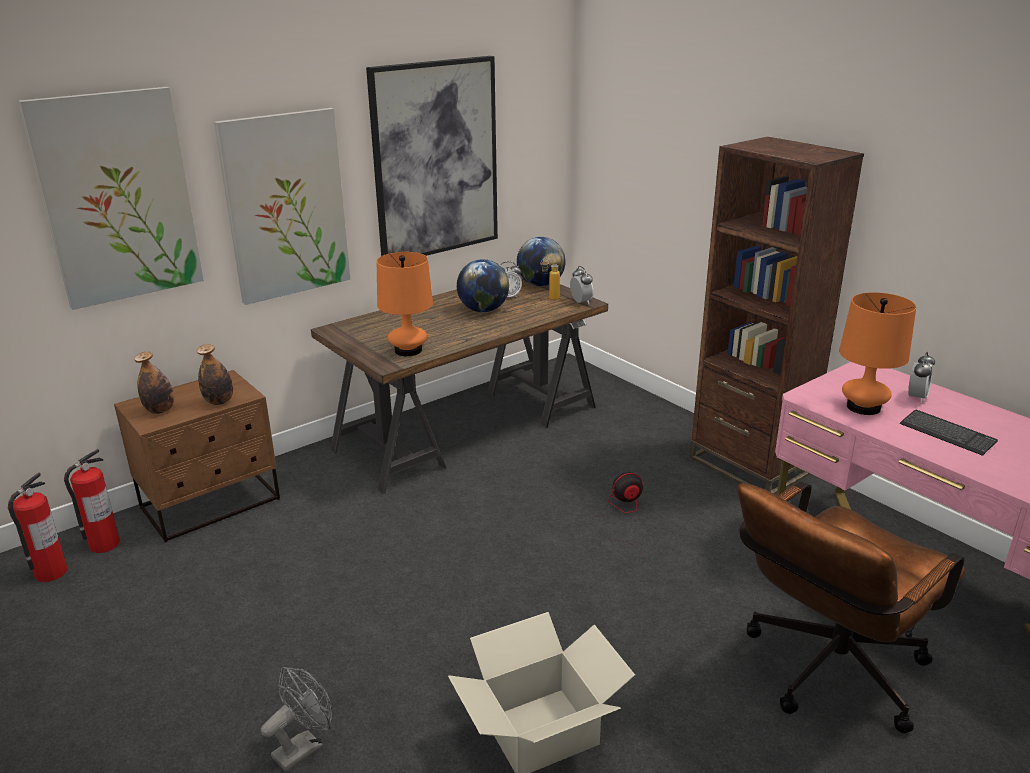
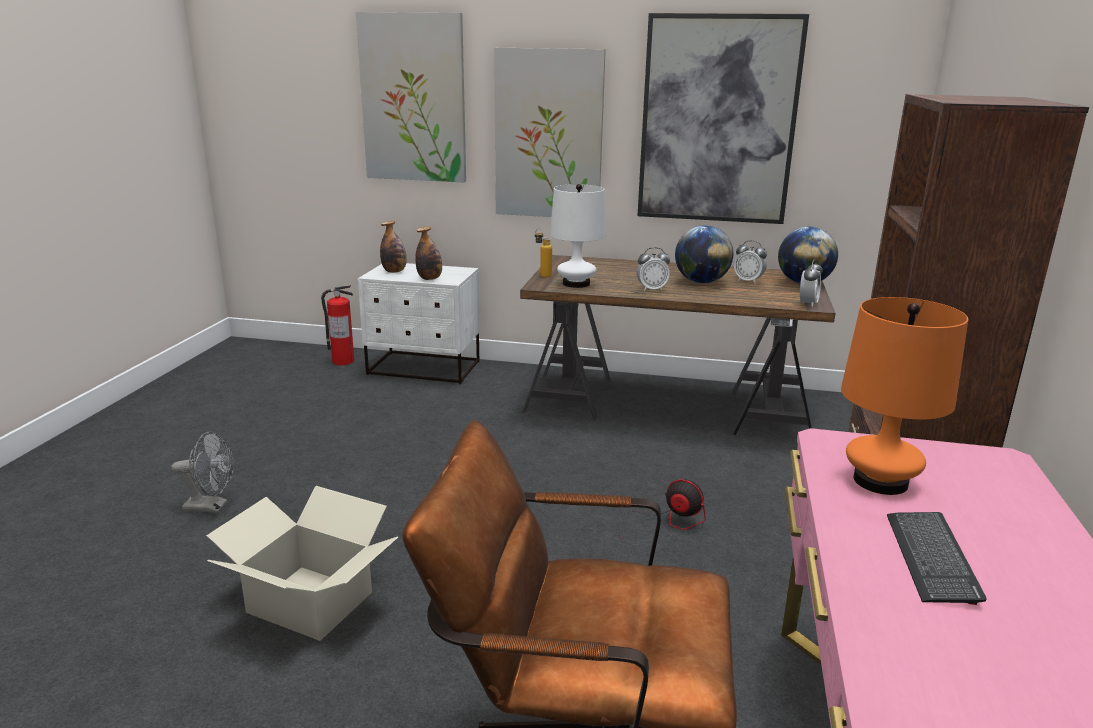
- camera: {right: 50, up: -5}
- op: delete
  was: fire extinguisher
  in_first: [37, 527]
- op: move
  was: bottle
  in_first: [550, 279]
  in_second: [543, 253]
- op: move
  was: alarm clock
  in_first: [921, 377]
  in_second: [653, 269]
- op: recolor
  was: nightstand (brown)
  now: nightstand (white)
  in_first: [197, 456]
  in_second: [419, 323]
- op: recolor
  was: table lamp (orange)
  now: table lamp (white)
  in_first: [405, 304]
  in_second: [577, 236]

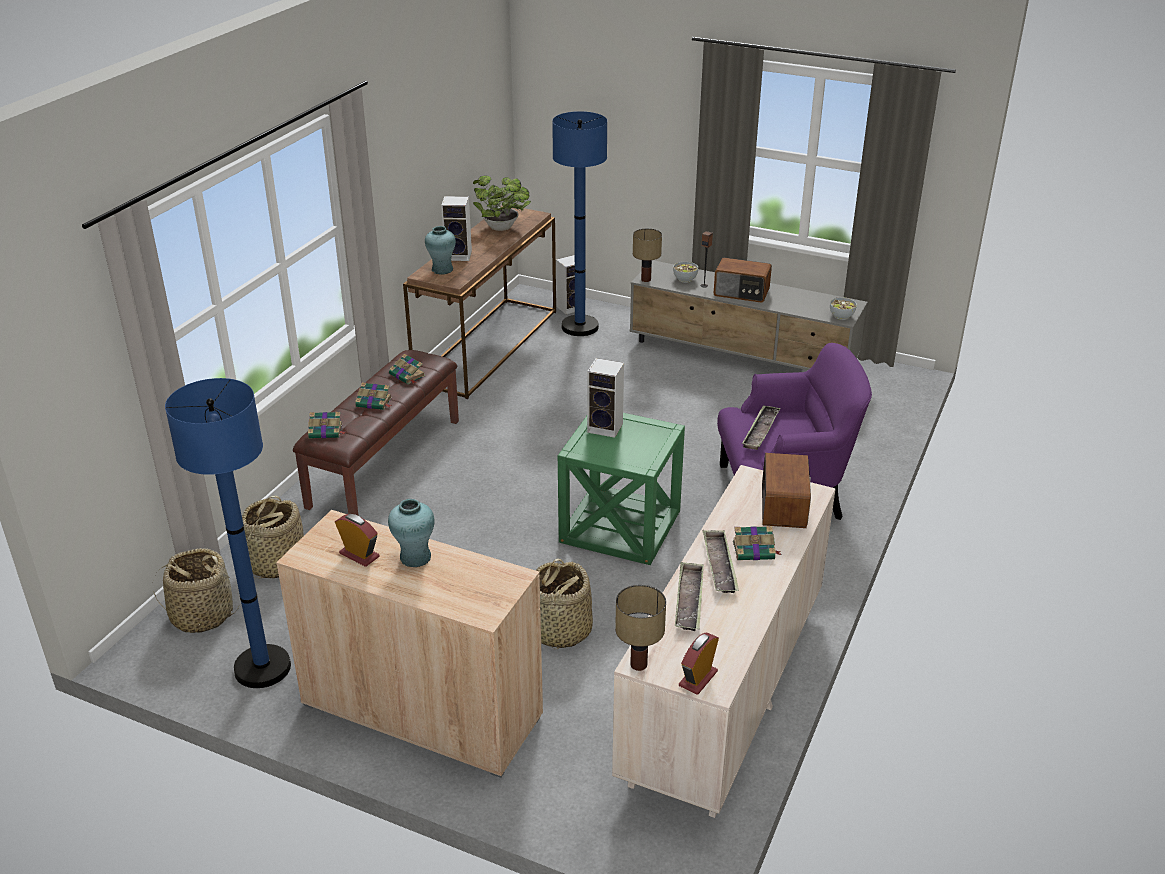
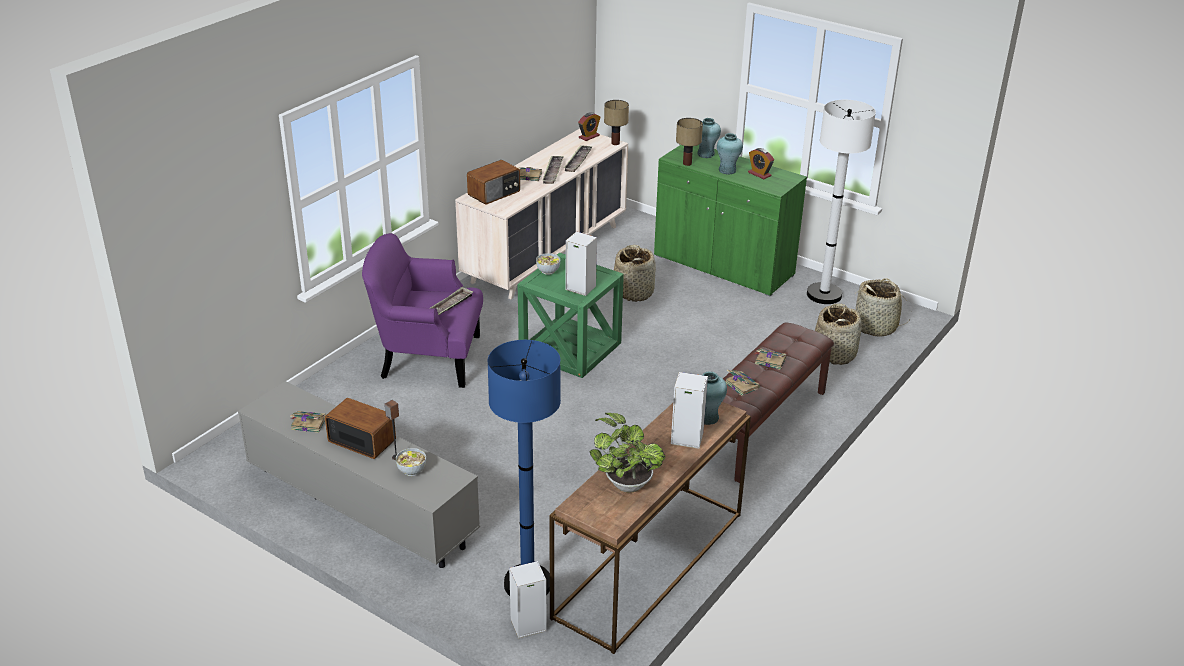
- camera: {right: -170, up: 0}
- op: insert
  now: vase (turquoise)
  in_second: [709, 138]
- op: move
  was: book
  in_first: [326, 425]
  in_second: [308, 422]
- op: move
  was: table lamp
  in_first: [647, 255]
  in_second: [689, 142]
- op: move
  was: bowl
  in_first: [843, 308]
  in_second: [548, 264]
- op: recolor
  was: floor lamp (blue)
  now: floor lamp (white)
  in_first: [228, 533]
  in_second: [841, 202]
- op: recolor
  was: cabinet (beige)
  now: cabinet (green)
  in_first: [409, 644]
  in_second: [730, 221]
- op: rotate
  was: radio
  in_first: [786, 490]
  in_second: [493, 182]
  clockwise: -150

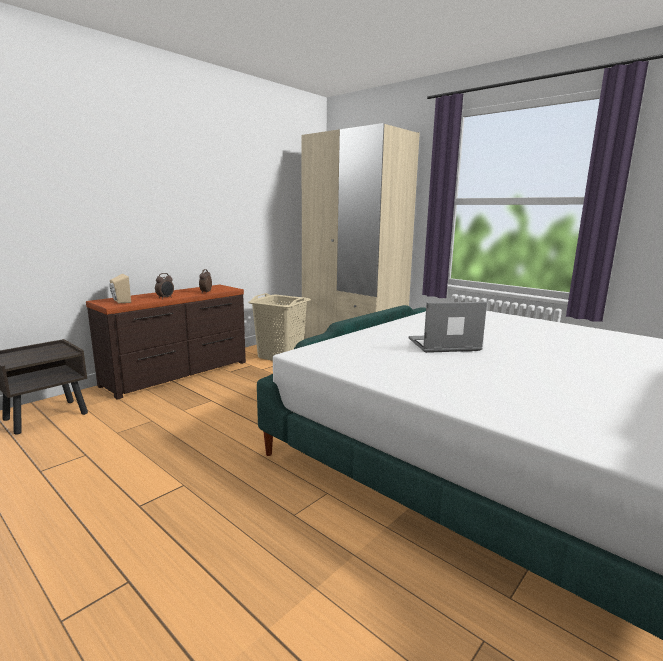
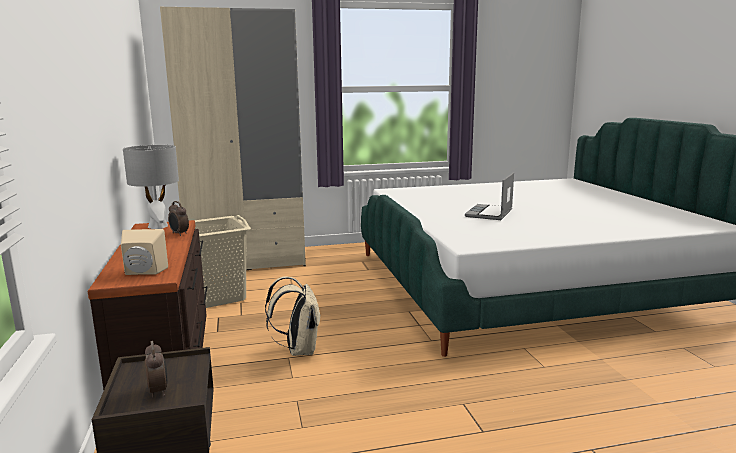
- camera: {right: -55, up: 0}
- op: insert
  now: table lamp (grey)
  in_second: [151, 187]
- op: insert
  now: backpack (beige)
  in_second: [293, 316]
- op: move
  was: alarm clock
  in_first: [164, 286]
  in_second: [156, 369]

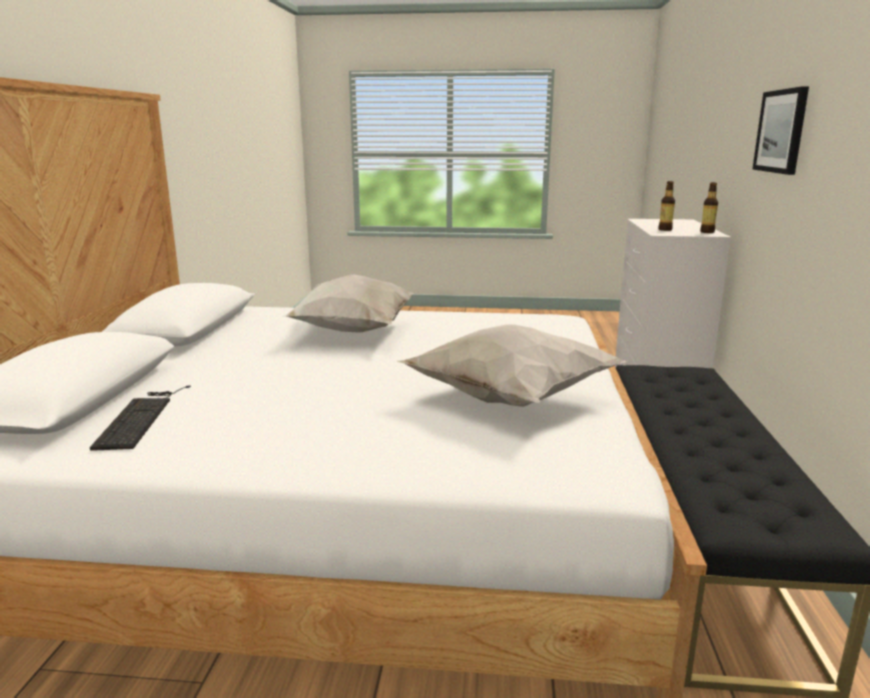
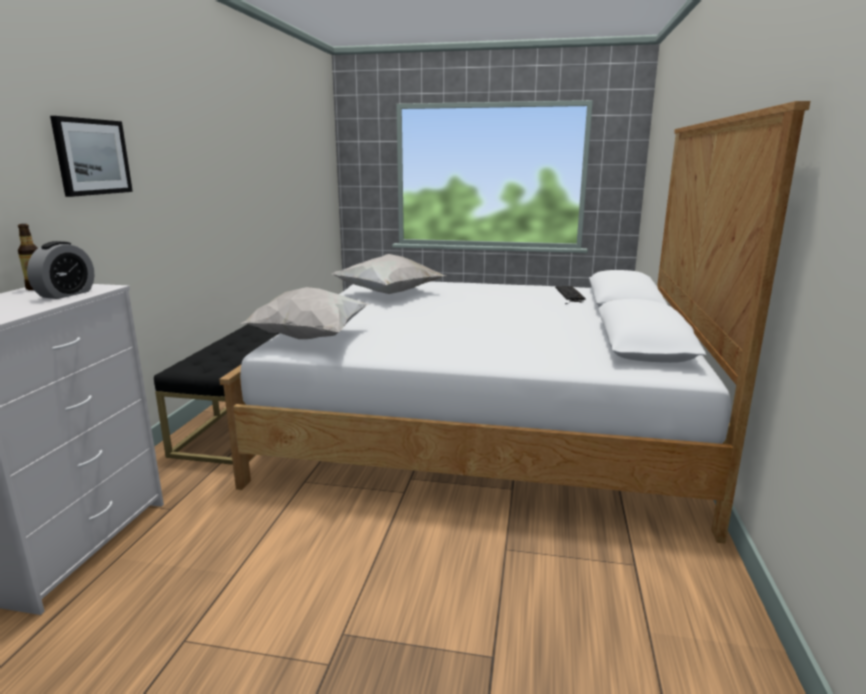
- camera: {right: -175, up: 0}
- op: move
  was: pillow (white)
  in_first: [347, 303]
  in_second: [305, 313]
- op: replace
  was: bottle
  now: alarm clock
  in_first: [666, 206]
  in_second: [60, 270]

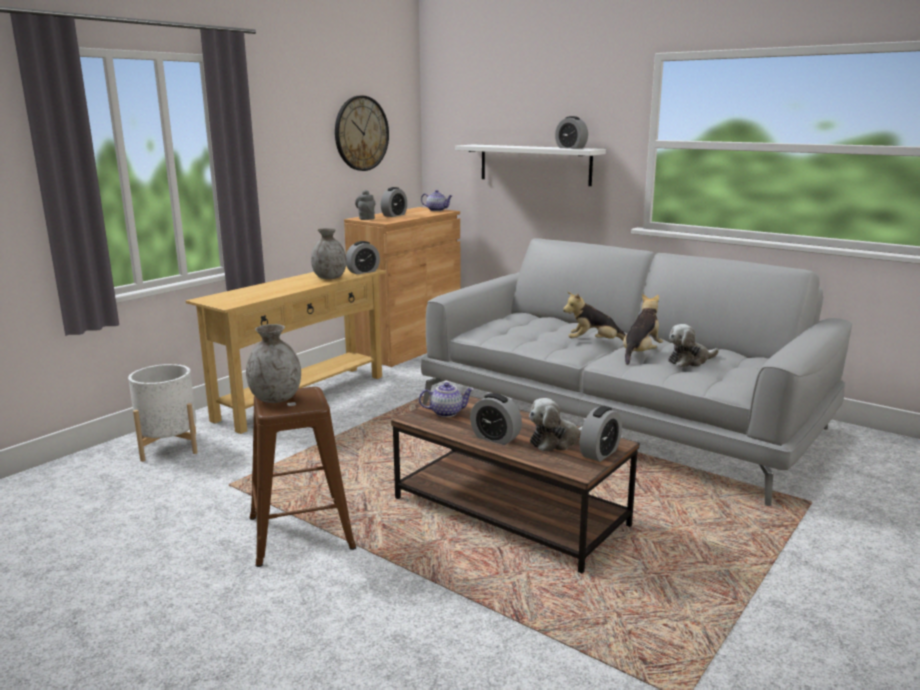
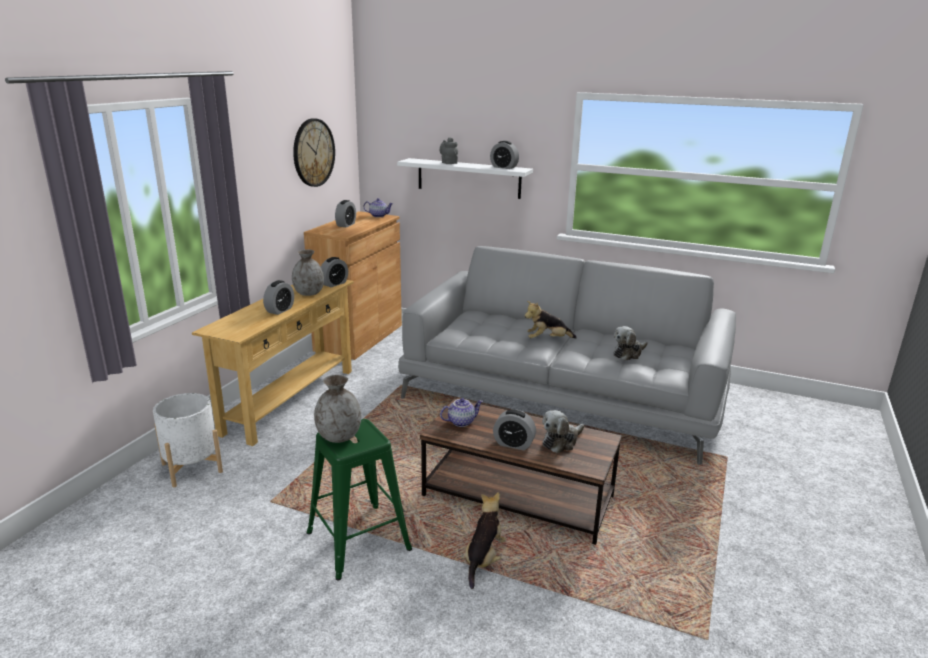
- camera: {right: -15, up: 5}
- op: move
  was: teapot (grey)
  in_first: [365, 205]
  in_second: [449, 150]
- op: move
  was: alarm clock
  in_first: [601, 434]
  in_second: [278, 297]
- op: move
  was: plush toy
  in_first: [643, 329]
  in_second: [485, 540]
- op: recolor
  was: stool (brown)
  now: stool (green)
  in_first: [303, 477]
  in_second: [359, 499]

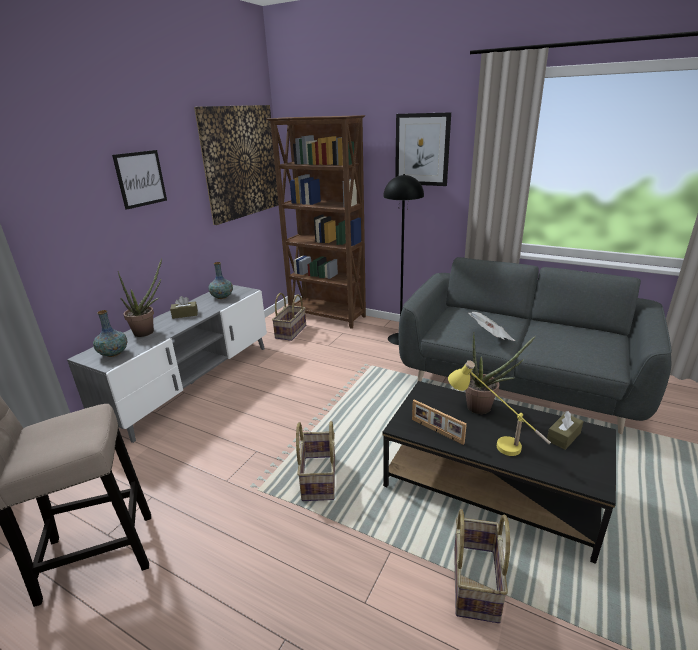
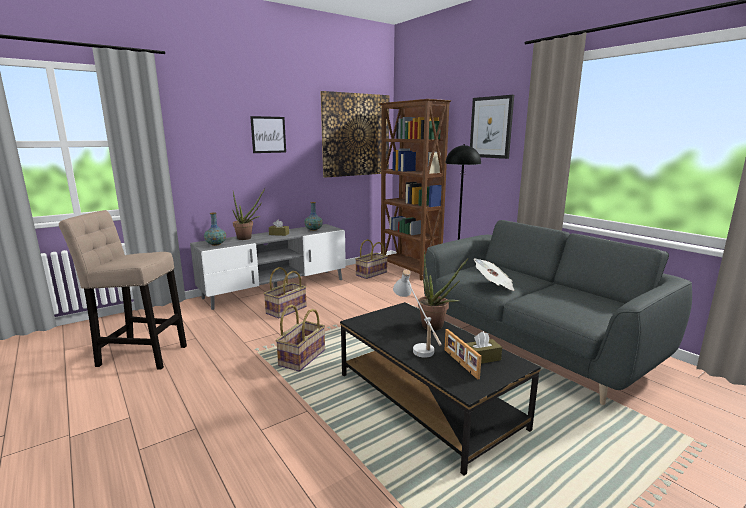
- camera: {right: 25, up: -10}
- op: move
  was: picture frame
  in_first: [439, 422]
  in_second: [463, 354]
- op: move
  was: basket
  in_first: [482, 566]
  in_second: [285, 293]
- op: recolor
  was: table lamp (yellow)
  now: table lamp (white)
  in_first: [499, 408]
  in_second: [417, 314]

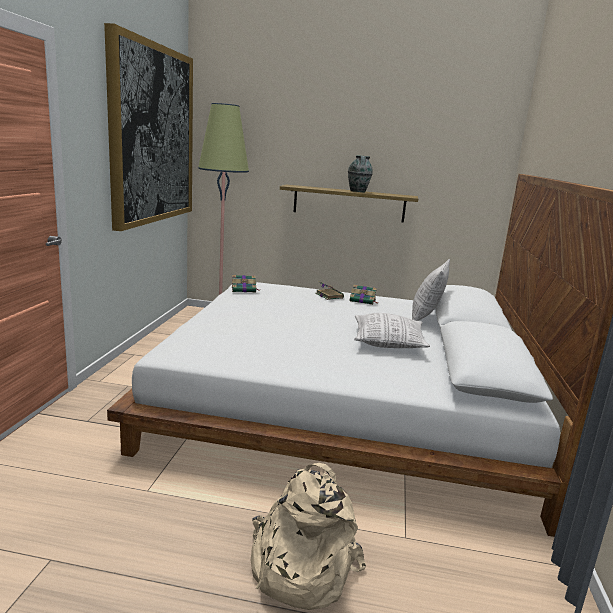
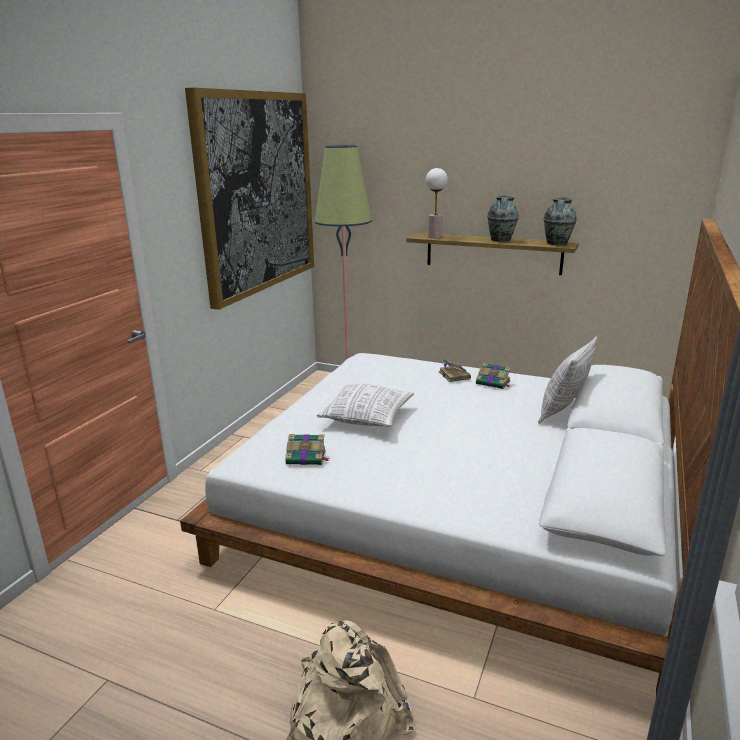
- camera: {right: 15, up: 5}
- op: insert
  now: table lamp
  in_second: [437, 203]
- op: insert
  now: vase
  in_second: [560, 221]
- op: move
  was: book
  in_first: [246, 283]
  in_second: [307, 449]
- op: move
  was: pillow
  in_first: [392, 330]
  in_second: [365, 405]

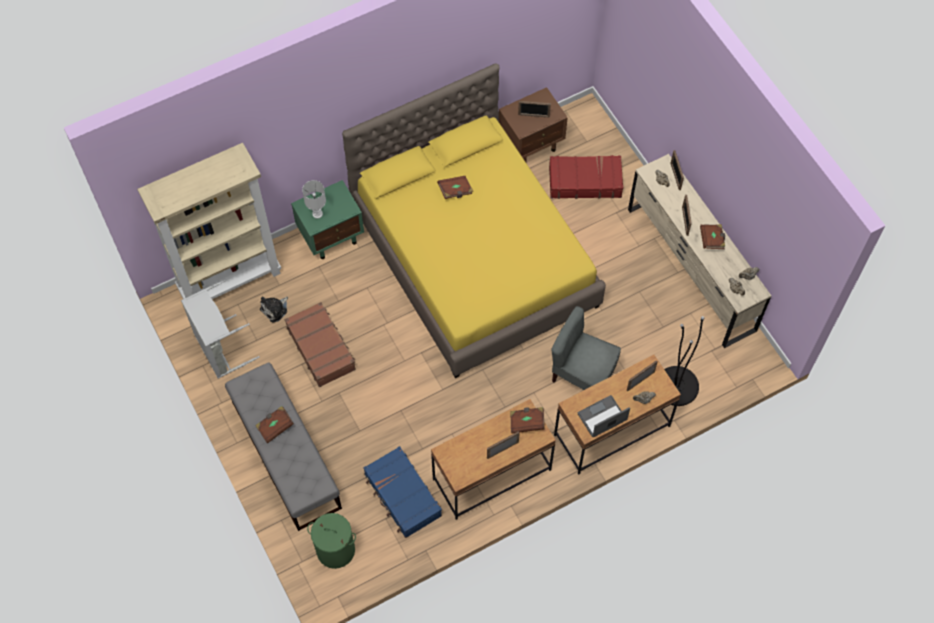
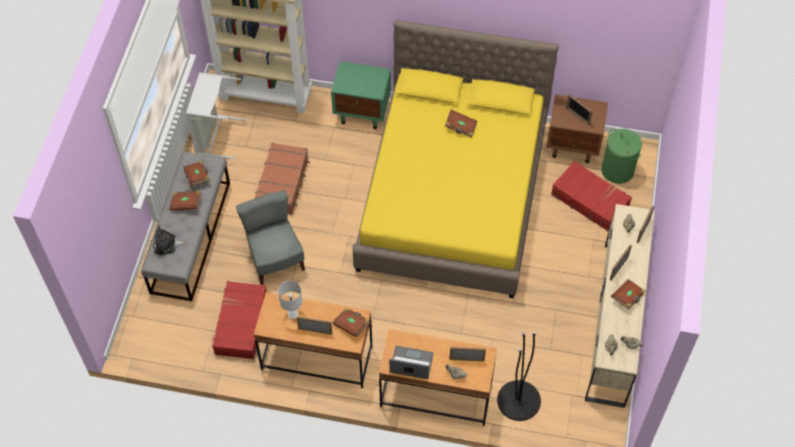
- camera: {right: 40, up: -5}
- op: insert
  now: book (brown)
  in_second: [196, 173]
- op: move
  was: plush toy
  in_first: [274, 309]
  in_second: [169, 241]
- op: move
  was: table lamp (white)
  in_first: [314, 199]
  in_second: [290, 300]
- op: move
  was: laundry basket (green)
  in_first: [331, 541]
  in_second: [621, 156]
- op: move
  was: chair (grey)
  in_first: [586, 348]
  in_second: [270, 237]
- op: recolor
  was: suitcase (blue)
  now: suitcase (red)
  in_first: [403, 492]
  in_second: [239, 320]

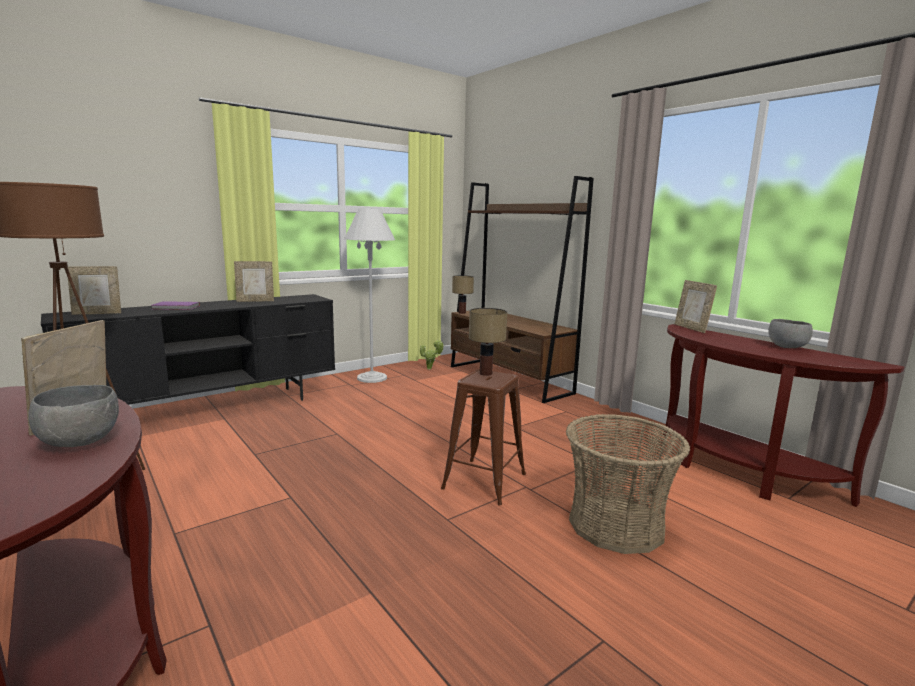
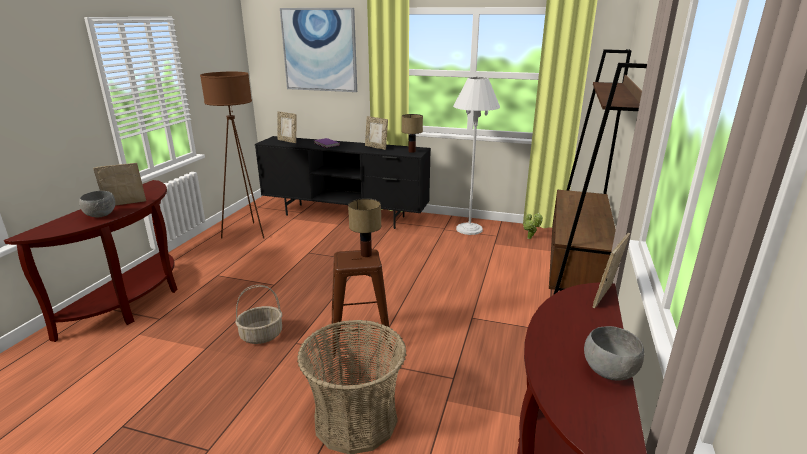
- camera: {right: 55, up: 10}
- op: insert
  now: basket
  in_second: [258, 314]
- op: insert
  now: picture
  in_second: [318, 50]
- op: move
  was: table lamp
  in_first: [463, 294]
  in_second: [412, 133]

